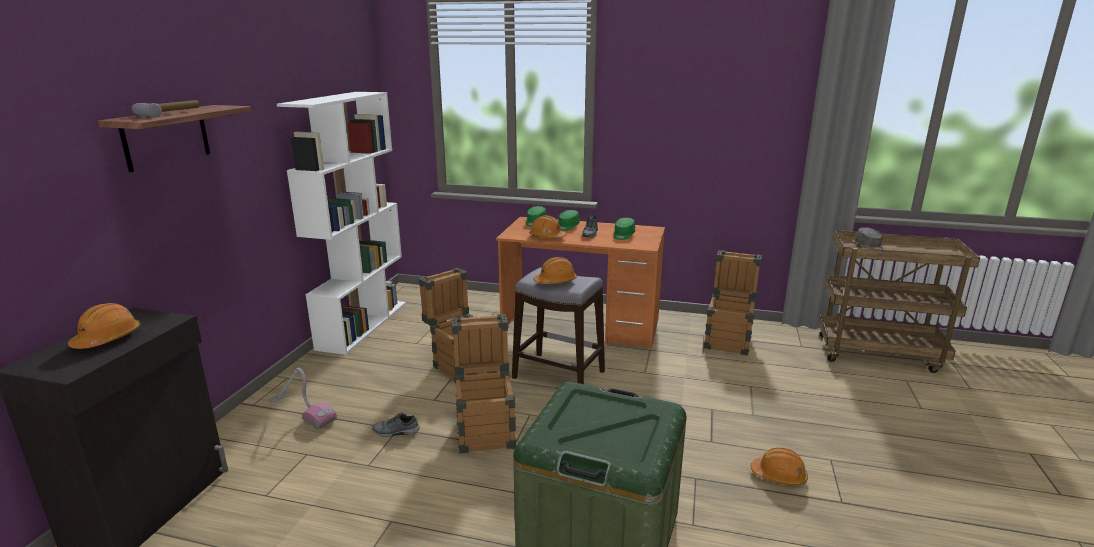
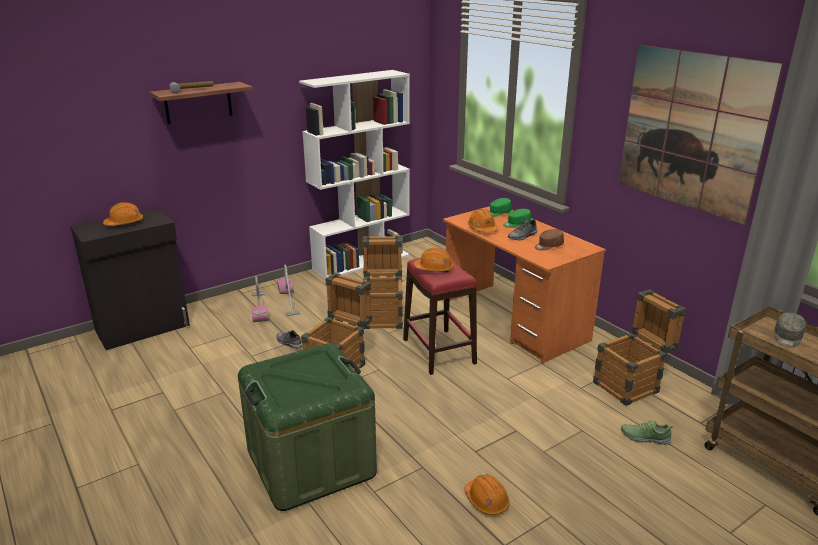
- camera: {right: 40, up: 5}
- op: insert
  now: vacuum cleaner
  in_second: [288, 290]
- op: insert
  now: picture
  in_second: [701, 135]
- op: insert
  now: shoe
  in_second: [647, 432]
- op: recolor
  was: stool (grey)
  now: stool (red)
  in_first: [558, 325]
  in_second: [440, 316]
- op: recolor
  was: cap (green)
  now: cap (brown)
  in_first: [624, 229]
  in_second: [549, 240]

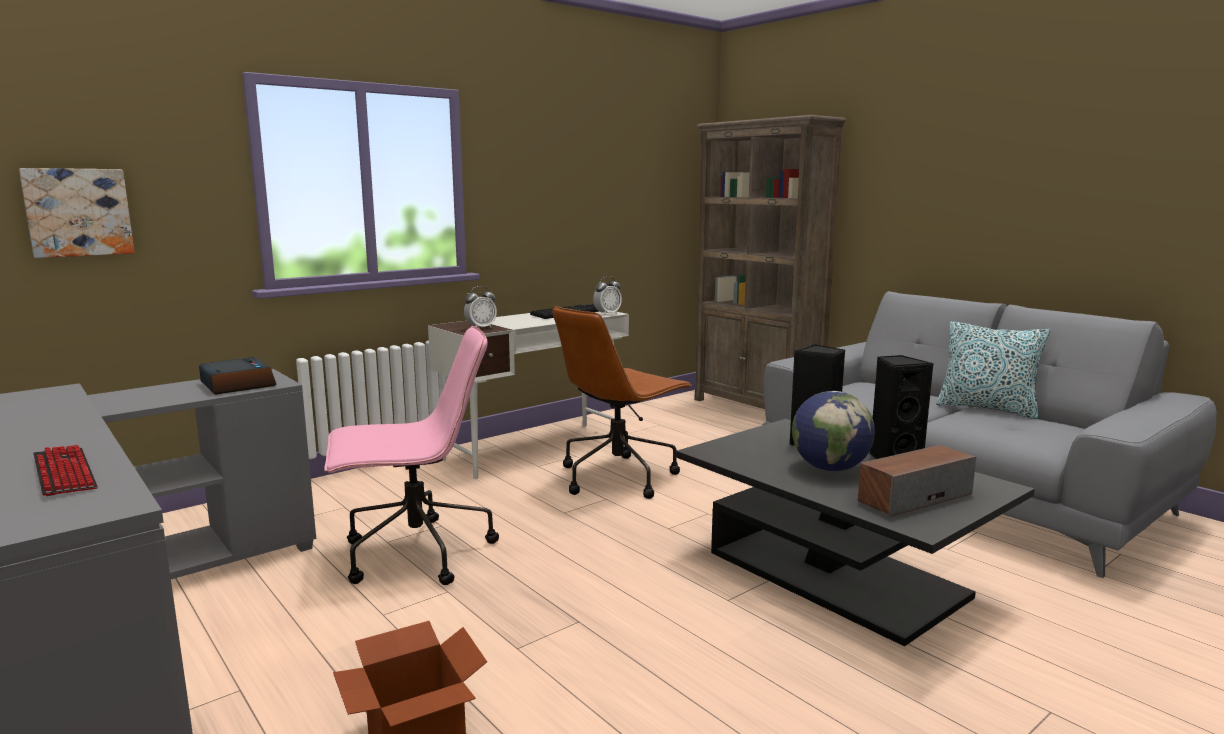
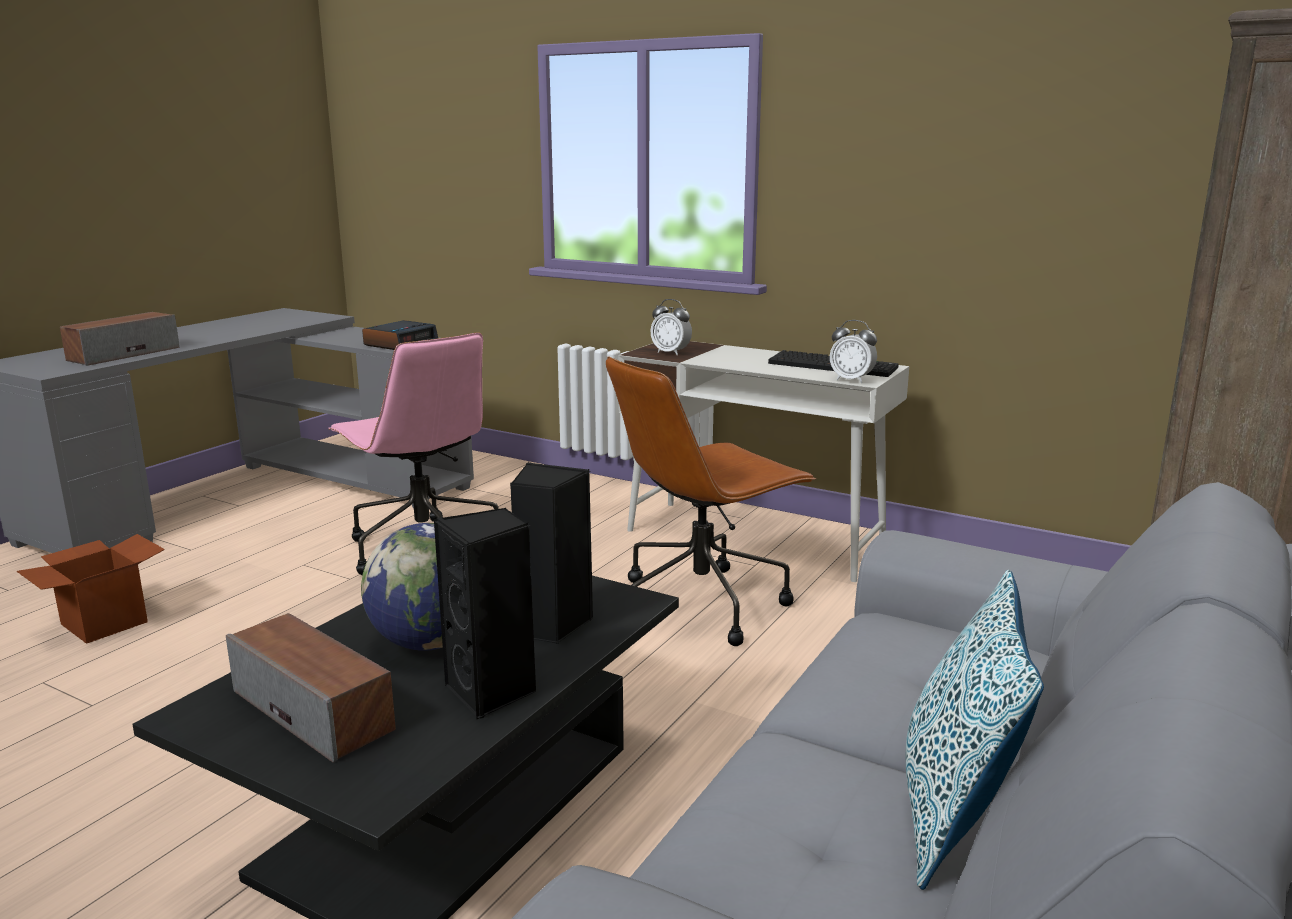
- camera: {right: 70, up: 5}
- op: delete
  was: picture
  in_first: [77, 213]
- op: replace
  was: keyboard
  now: speaker
  in_first: [65, 470]
  in_second: [120, 339]
- op: rotate
  was: office chair (brown)
  in_first: [622, 402]
  in_second: [711, 501]
  clockwise: -60

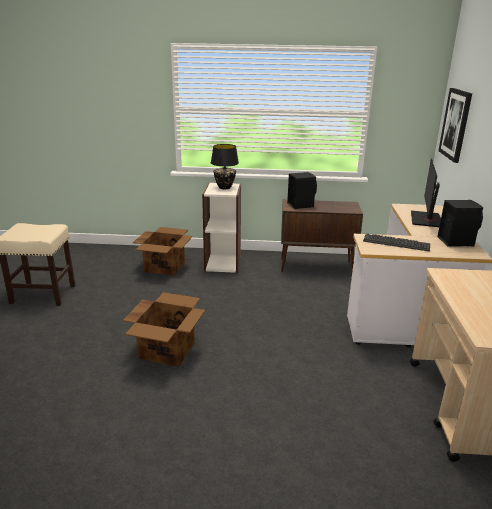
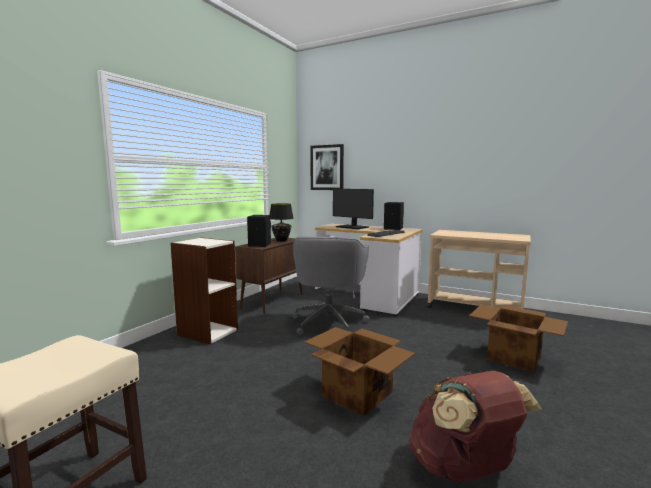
- camera: {right: -65, up: -15}
- op: insert
  now: office chair (grey)
  in_second: [330, 286]
- op: insert
  now: backpack (brown)
  in_second: [475, 427]
- op: move
  was: cardboard box
  in_first: [163, 251]
  in_second: [518, 338]
- op: move
  was: table lamp (black)
  in_first: [225, 166]
  in_second: [282, 222]

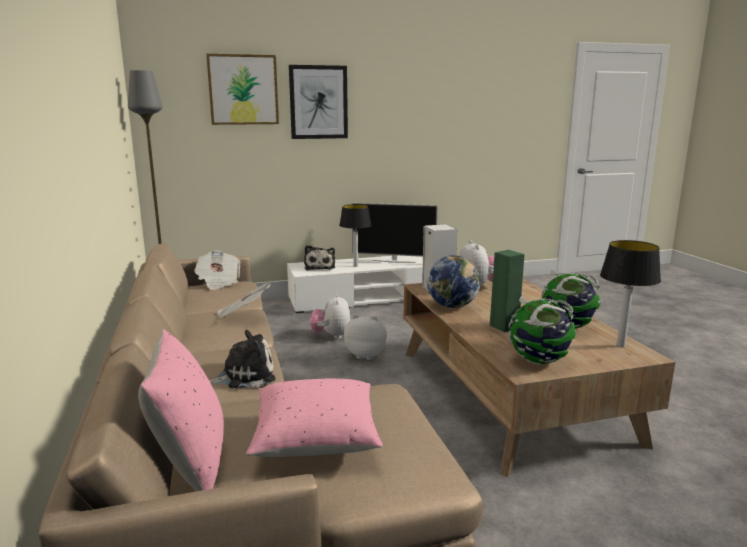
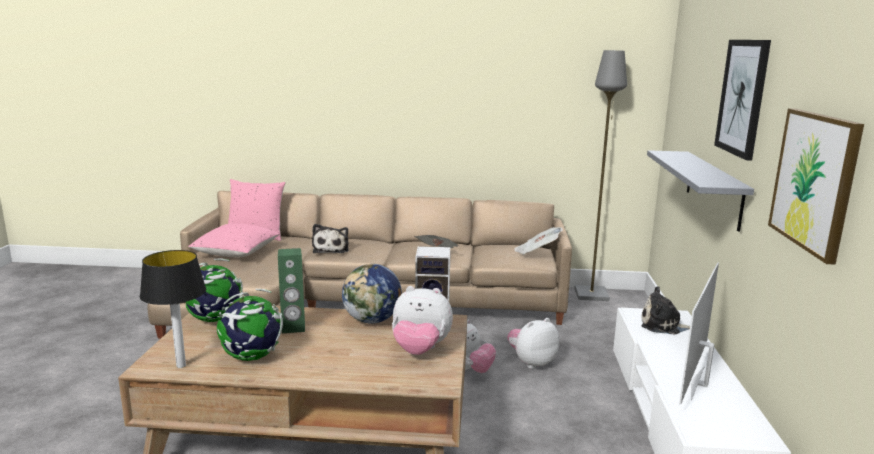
- camera: {right: 110, up: 0}
- op: delete
  was: table lamp
  in_first: [355, 235]
- op: insert
  now: shelf (grey)
  in_second: [700, 191]
- op: move
  was: picture
  in_first: [242, 89]
  in_second: [816, 186]
- op: rotate
  was: plush toy
  in_first: [330, 316]
  in_second: [533, 343]
  clockwise: -45

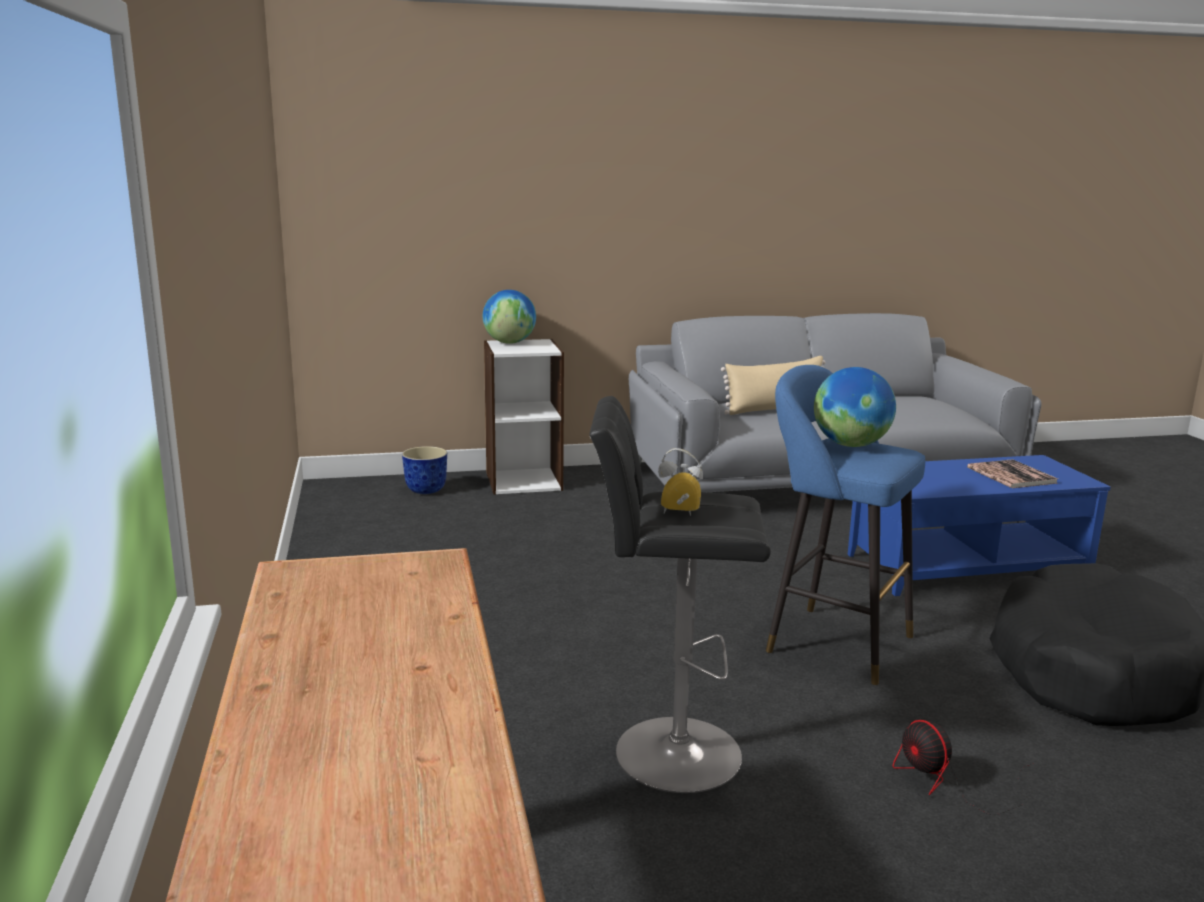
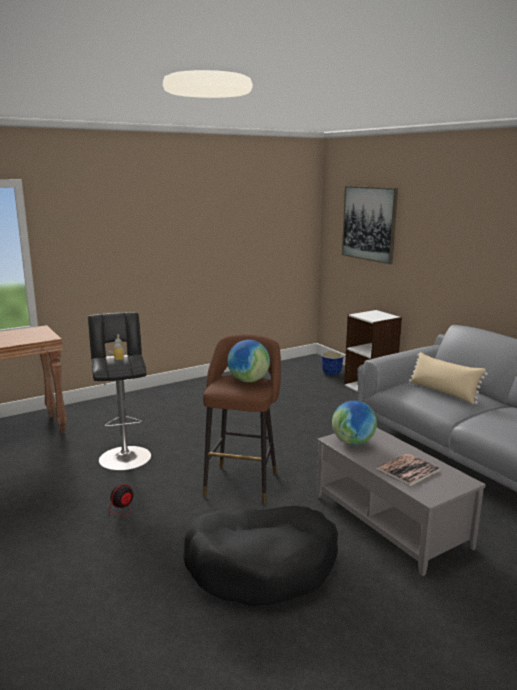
- camera: {right: 70, up: 0}
- op: insert
  now: picture
  in_second: [370, 225]
- op: move
  was: globe
  in_first: [509, 317]
  in_second: [354, 423]
- op: recolor
  was: stool (blue)
  now: stool (brown)
  in_first: [845, 525]
  in_second: [242, 419]
- op: recolor
  was: coffee table (blue)
  now: coffee table (grey)
  in_first: [979, 525]
  in_second: [401, 501]

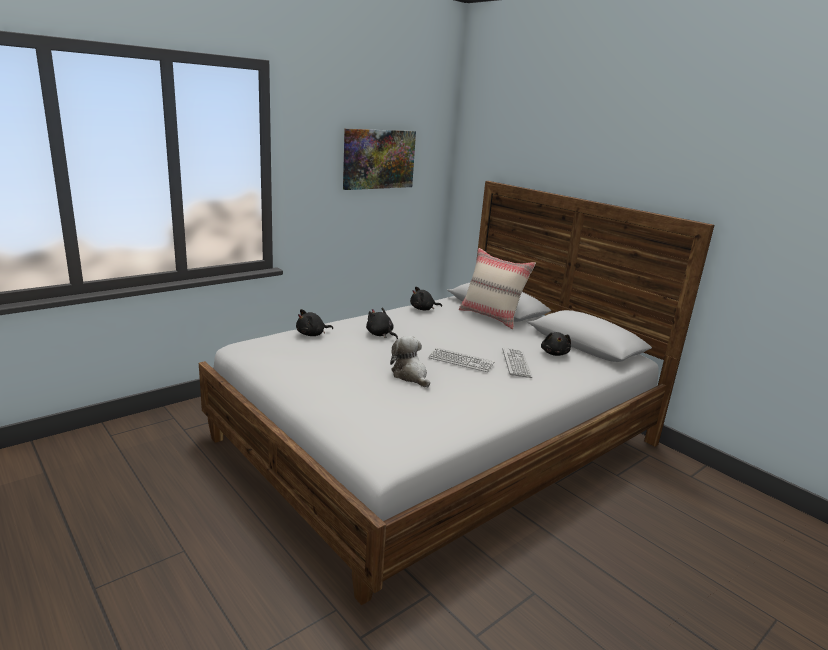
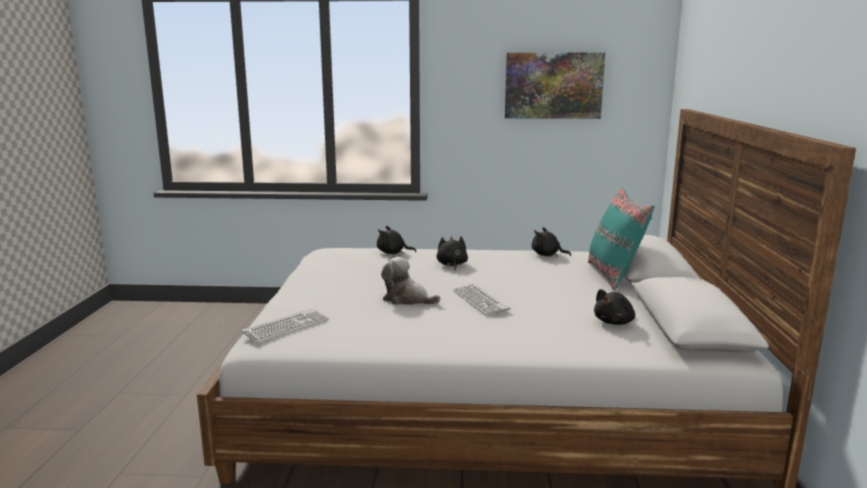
- camera: {right: 45, up: -5}
- op: move
  was: keyboard
  in_first: [517, 363]
  in_second: [285, 325]
- op: recolor
  was: pillow (beige)
  now: pillow (turquoise)
  in_first: [497, 288]
  in_second: [621, 239]
- op: rotate
  was: plush toy
  in_first: [410, 362]
  in_second: [410, 281]
  clockwise: -75

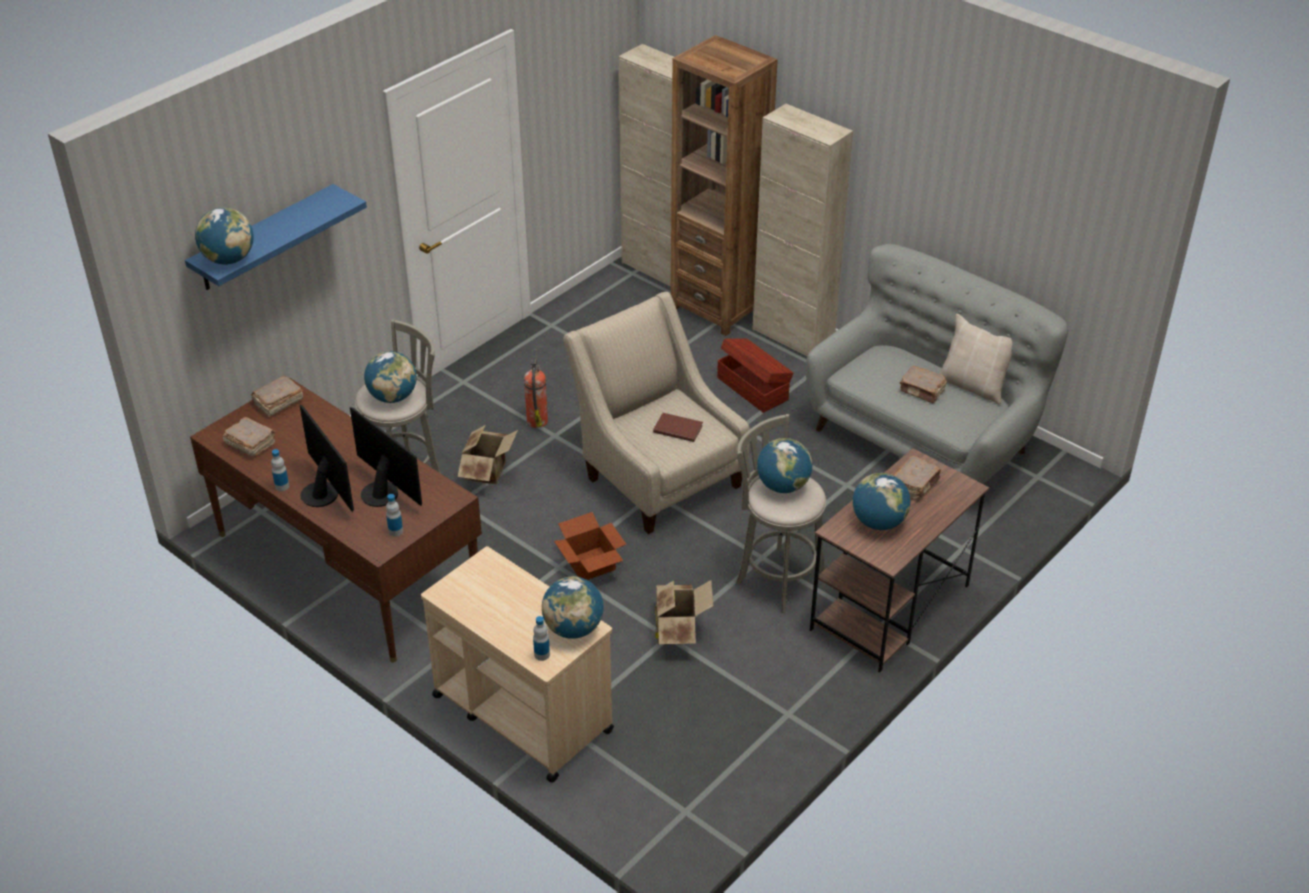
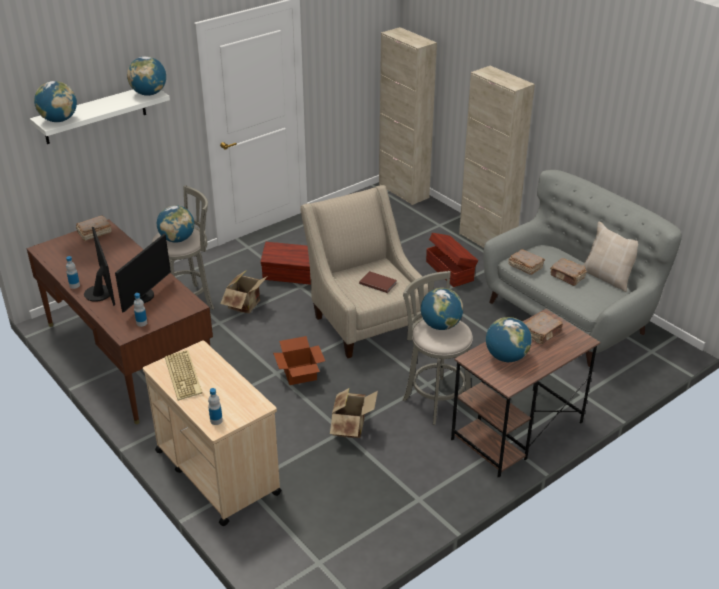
- camera: {right: 10, up: -5}
- op: delete
  was: bookcase (brown)
  in_first: [724, 185]
- op: insert
  now: keyboard
  in_second: [183, 375]
- op: move
  was: book (brown)
  in_first: [249, 437]
  in_second: [526, 262]
- op: move
  was: globe
  in_first: [573, 607]
  in_second: [146, 76]
- op: replace
  was: fire extinguisher
  now: storage box (brown)
  in_first: [536, 388]
  in_second: [286, 263]
- op: recolor
  was: shelf (blue)
  now: shelf (white)
  in_first: [276, 237]
  in_second: [100, 117]
- op: rotate
  was: monitor
  in_first: [386, 457]
  in_second: [143, 273]
  clockwise: 60

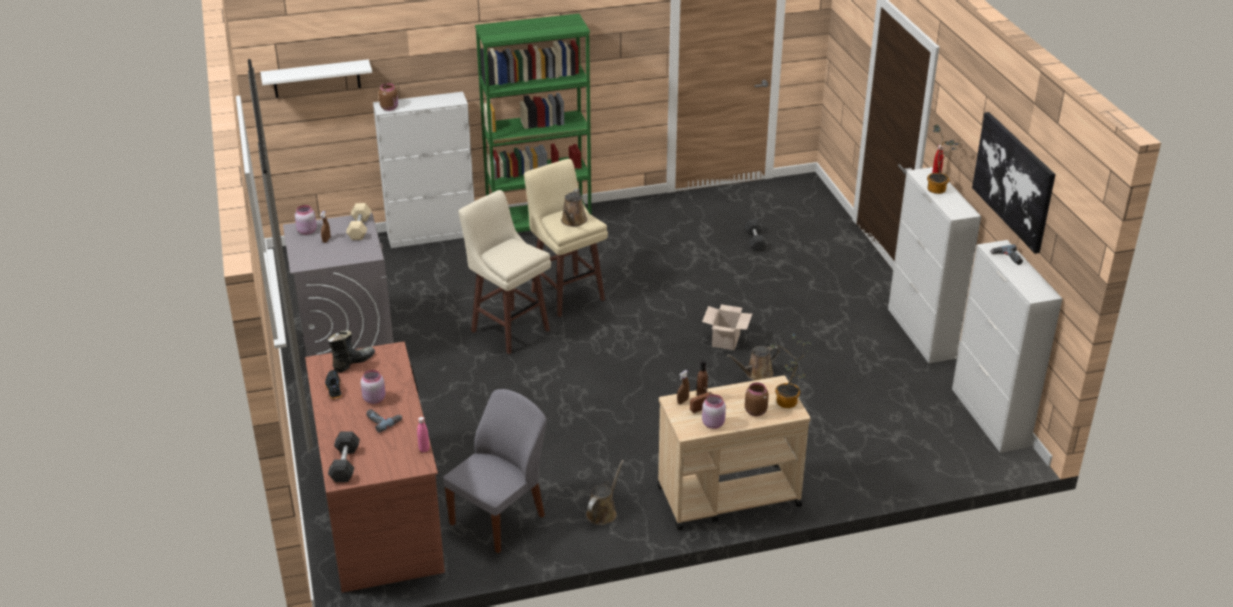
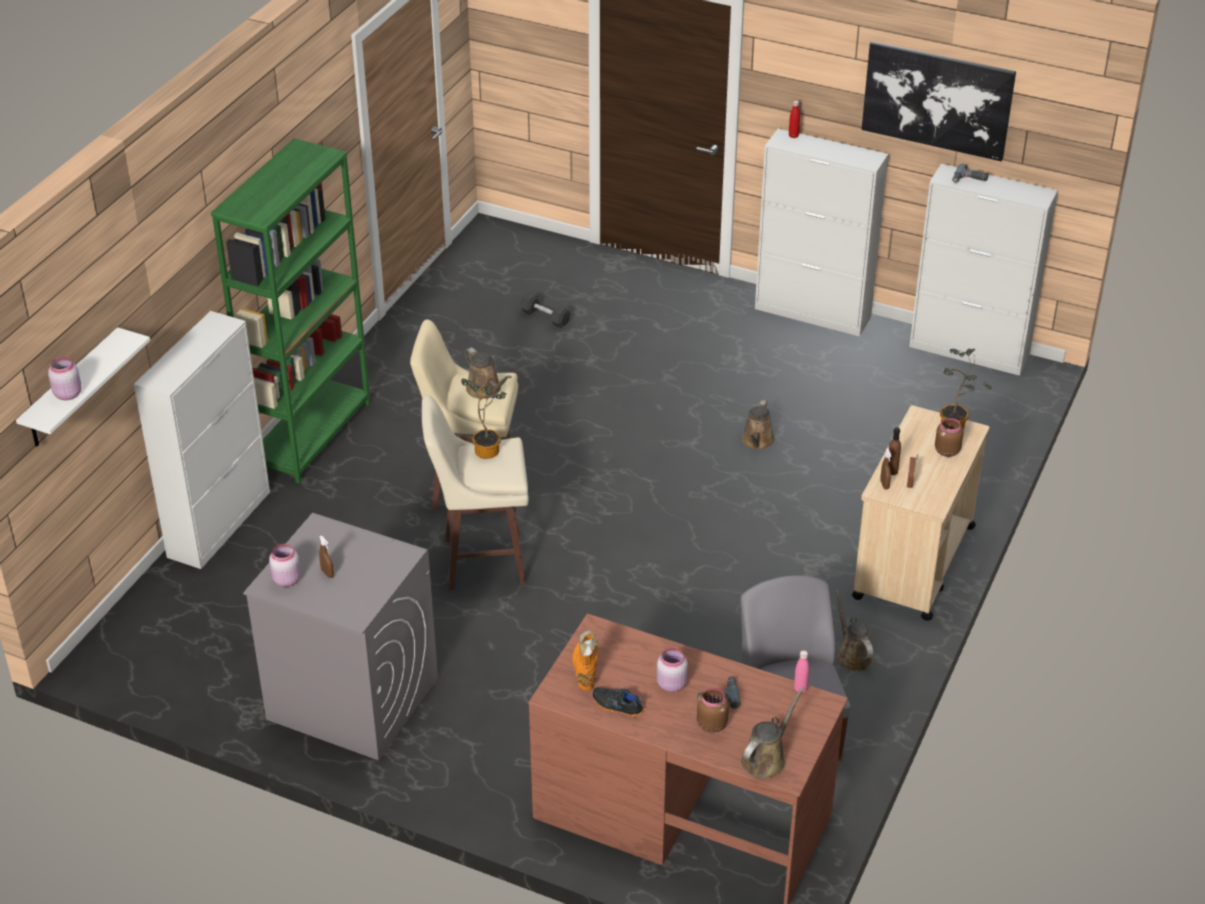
- camera: {right: -50, up: 5}
- op: delete
  was: dumbbell (beige)
  in_first: [358, 221]
- op: delete
  was: cardboard box
  in_first: [727, 327]
- op: move
  was: jar (brown)
  in_first: [388, 97]
  in_second: [713, 710]
- op: move
  was: jar (pink)
  in_first: [714, 411]
  in_second: [65, 378]
- op: move
  was: potted plant
  in_first: [944, 159]
  in_second: [483, 419]
- op: replace
  was: dumbbell (black)
  now: watering can (brown)
  in_first: [344, 456]
  in_second: [772, 733]
- op: recolor
  was: boot (black)
  now: boot (orange)
  in_first: [351, 351]
  in_second: [585, 660]

